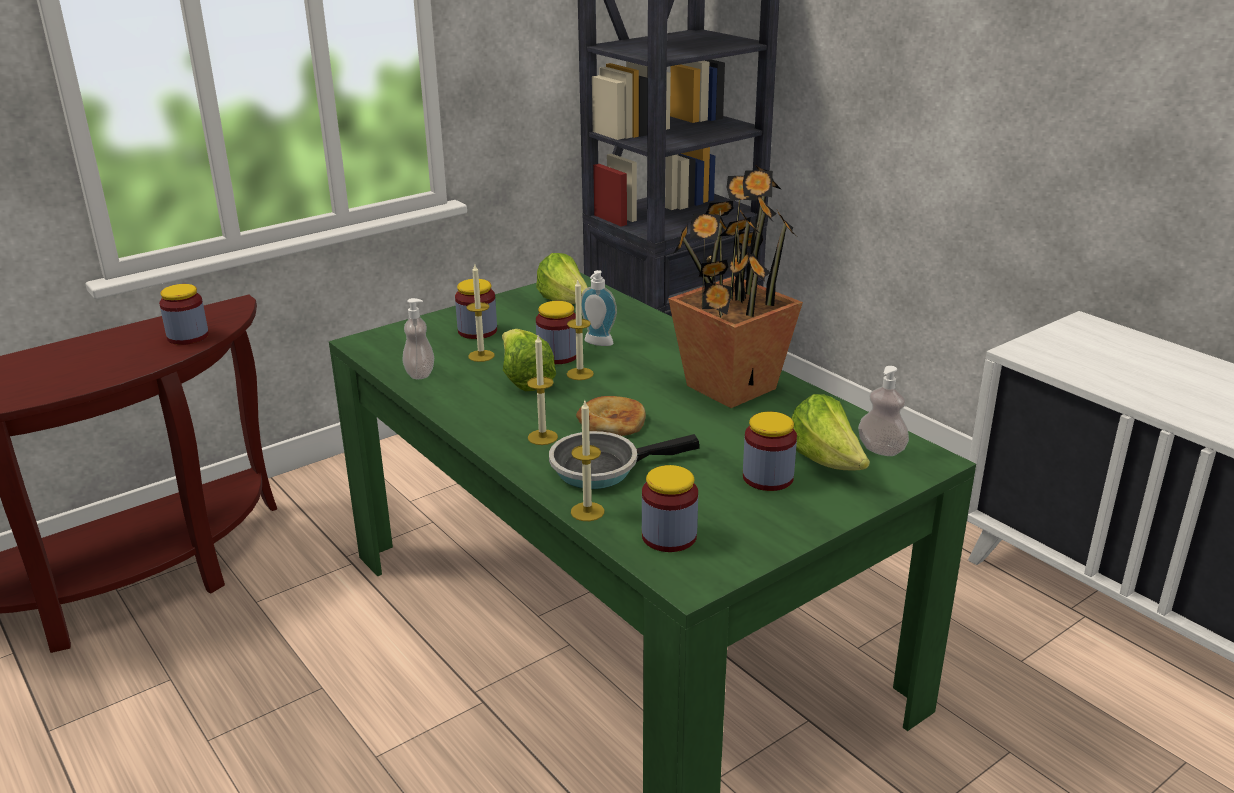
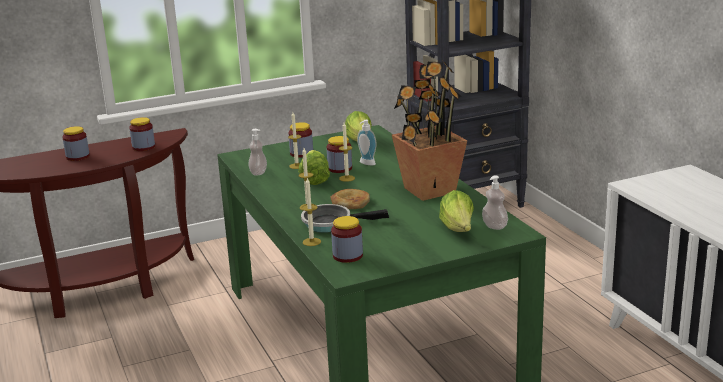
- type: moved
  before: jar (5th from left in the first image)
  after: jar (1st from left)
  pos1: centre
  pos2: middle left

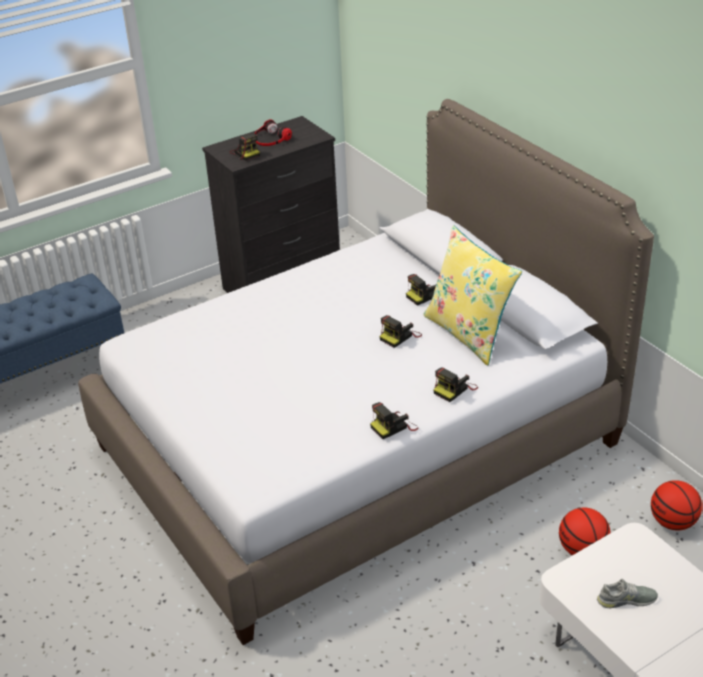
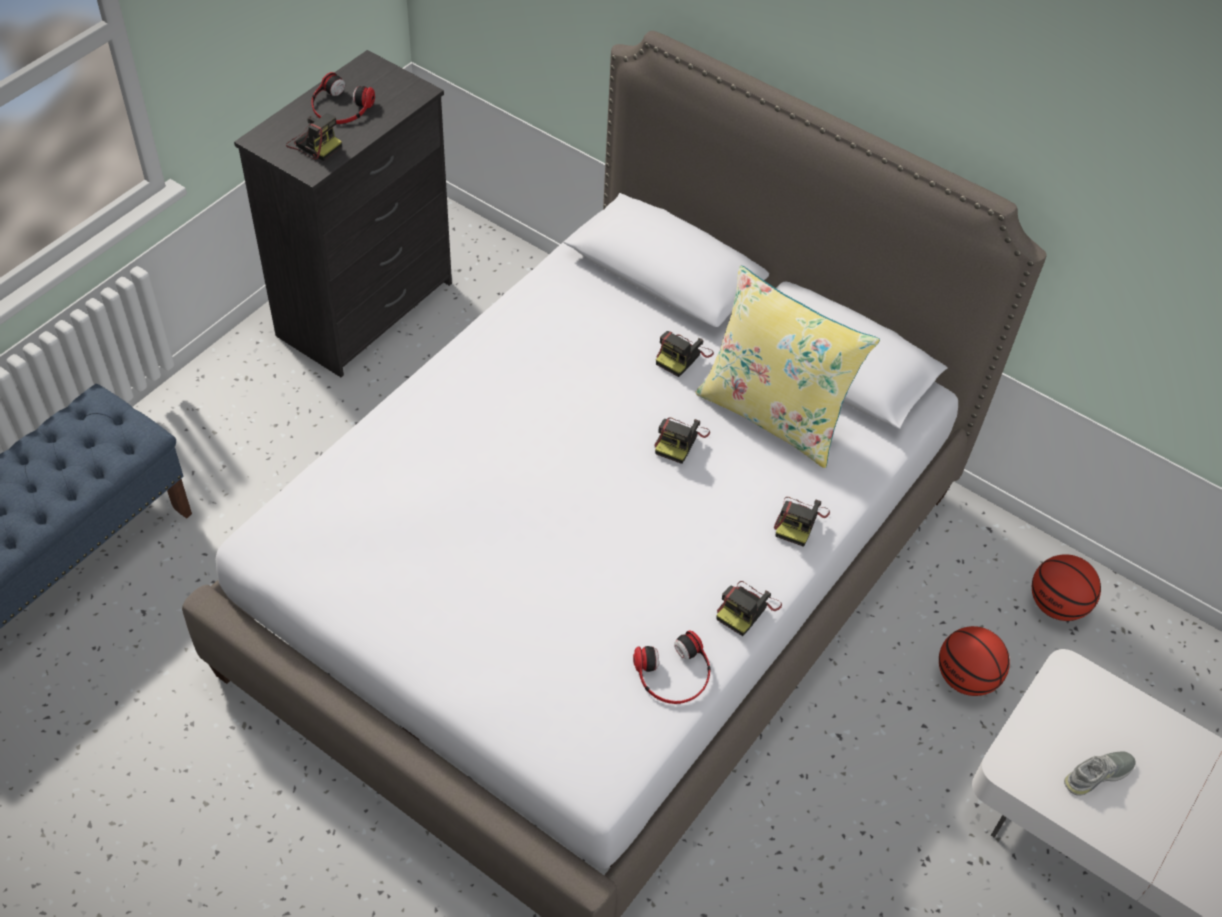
- type: added
  after: pair of headphones (2nd from left)
  pos2: bottom centre

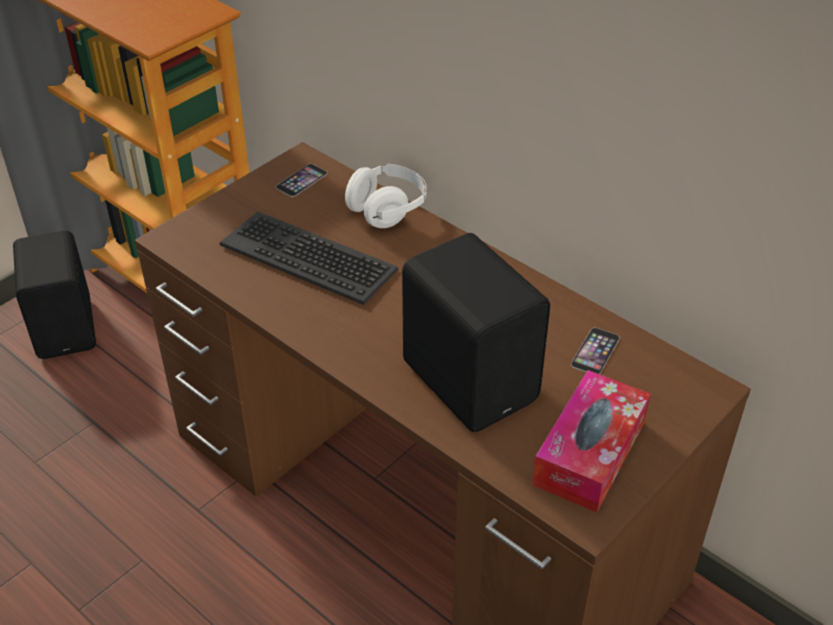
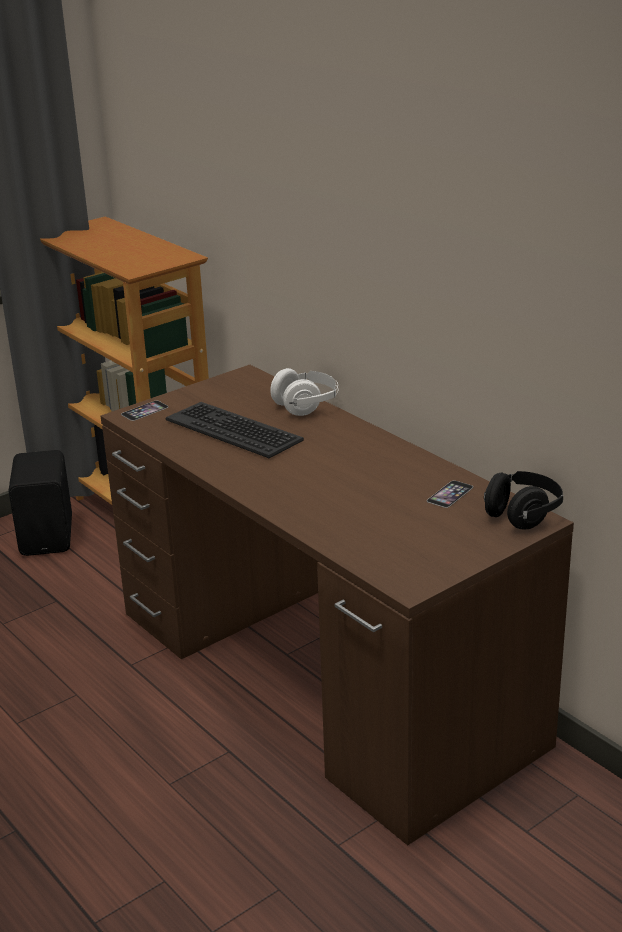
- type: removed
  before: blackish speaker (2nd from left)
  pos1: centre
- type: removed
  before: tissue box
  pos1: bottom right
- type: added
  after: blackish pair of headphones
  pos2: middle right
- type: moved
  before: telephone (1st from left)
  pos1: top centre
  pos2: middle left

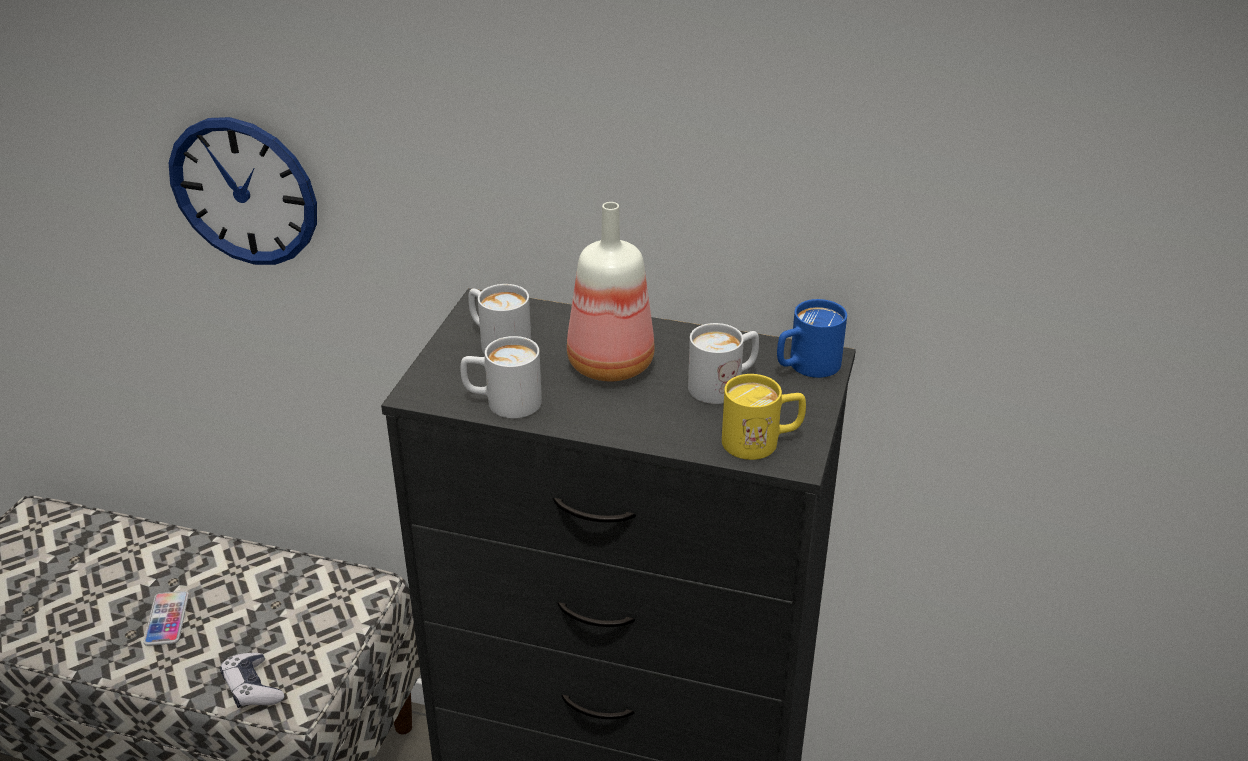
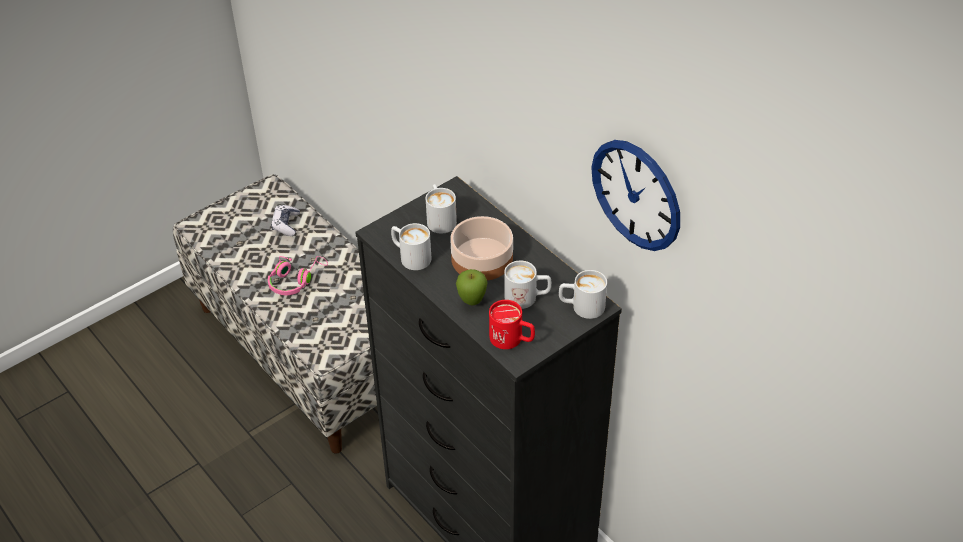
- type: added
  after: apple fruit
  pos2: centre
- type: moved
  before: hanging clock
  pos1: top left
  pos2: centre
- type: moved
  before: joypad
  pos1: bottom left
  pos2: middle left
- type: replaced
  before: telephone
  after: pink pair of headphones
  pos1: bottom left
  pos2: middle left
- type: replaced
  before: beverage bottle
  after: bowl
  pos1: centre
  pos2: centre
- type: recoloured
  before: yellowish coffee mug
  after: reddish coffee mug
  pos1: centre
  pos2: centre
- type: recoloured
  before: blue coffee mug
  after: whitish coffee mug (4th from left)
  pos1: centre
  pos2: centre

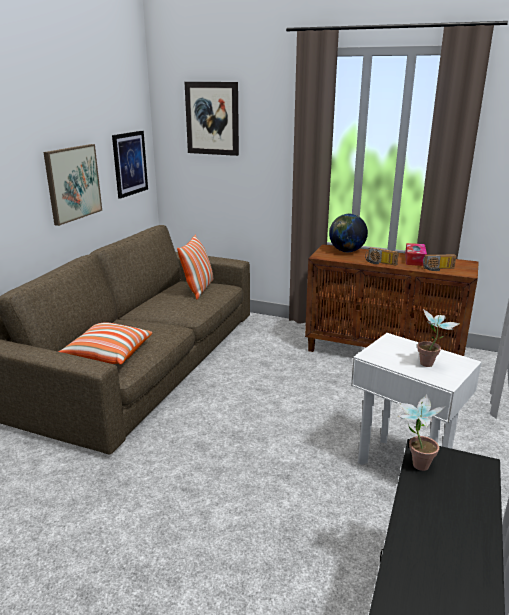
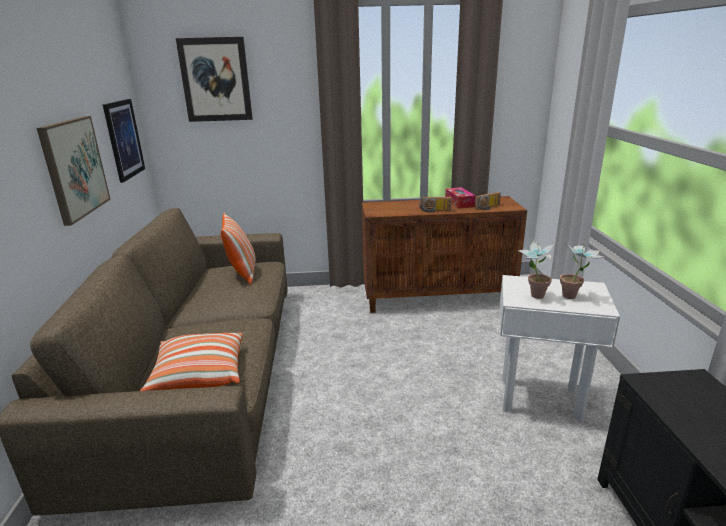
- type: removed
  before: world globe
  pos1: middle right
- type: moved
  before: potted plant (1st from left)
  pos1: bottom right
  pos2: middle right

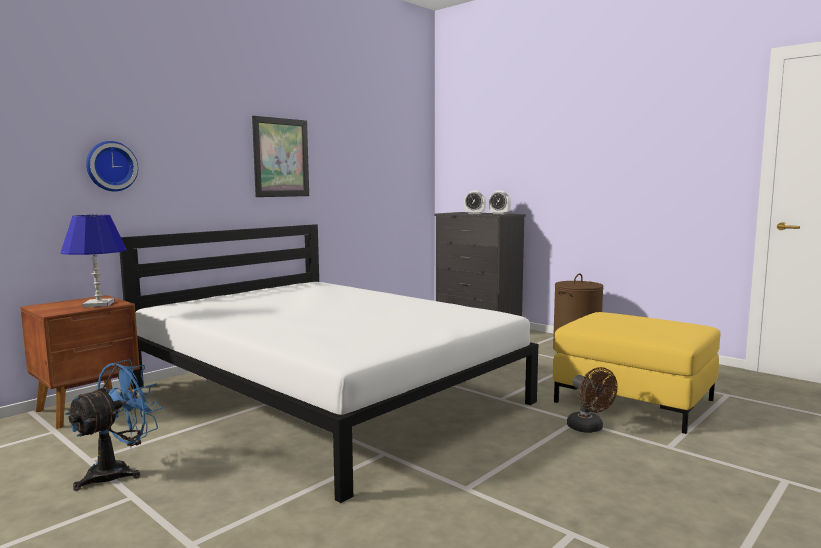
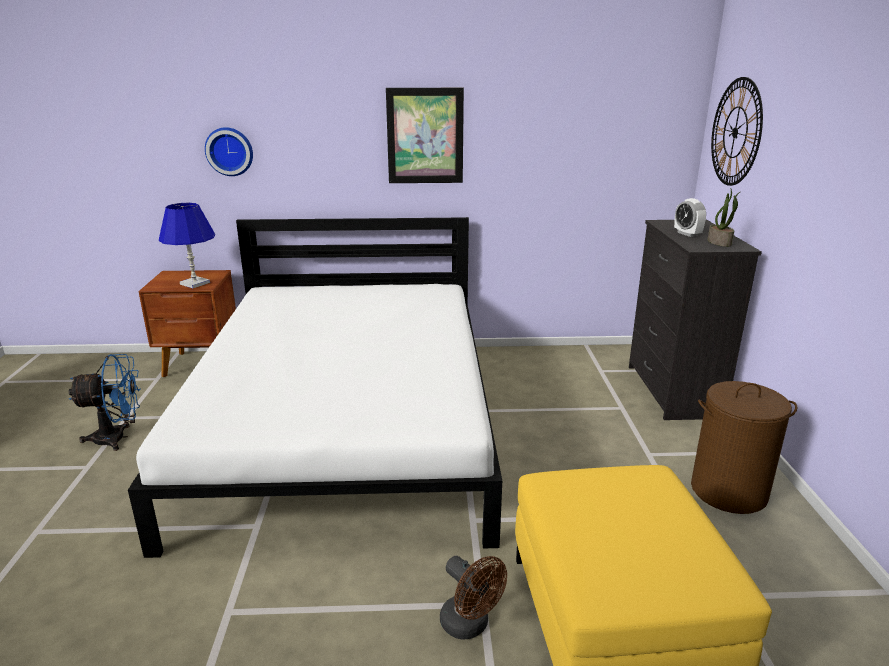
- type: added
  after: hanging clock (2nd from left)
  pos2: top right
- type: replaced
  before: alarm clock (2nd from left)
  after: potted plant
  pos1: centre
  pos2: top right
- type: turned
  before: brown cooling fan
  pos1: bottom right
  pos2: bottom centre
  turn: -60

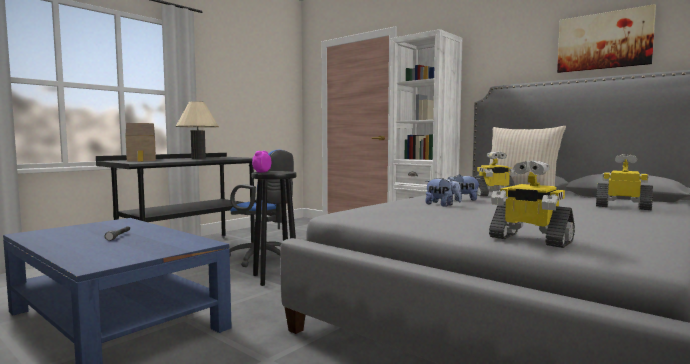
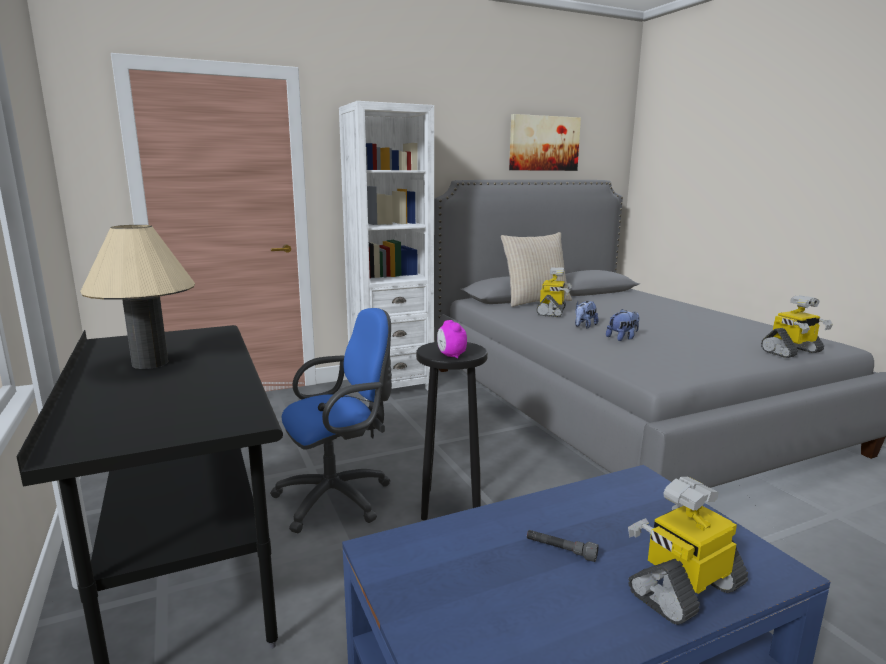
- type: removed
  before: miniature house
  pos1: middle left
- type: moved
  before: robot figure (3rd from left in the first image)
  after: robot figure (2nd from left)
  pos1: middle right
  pos2: bottom right

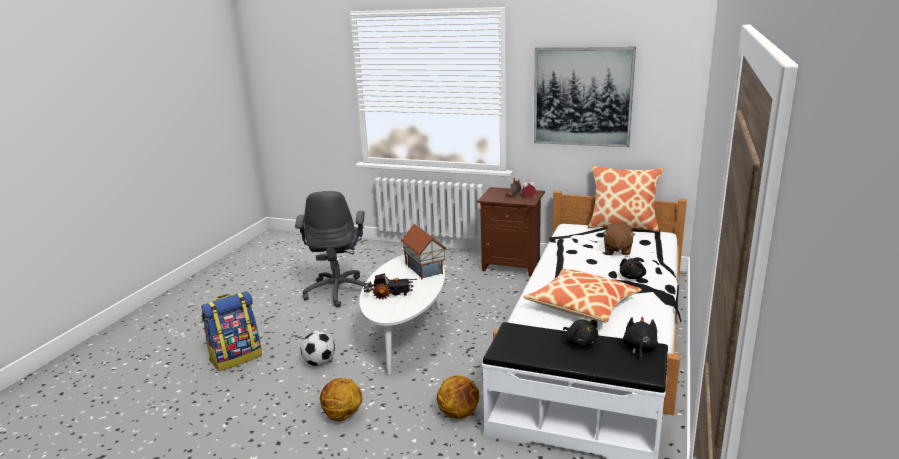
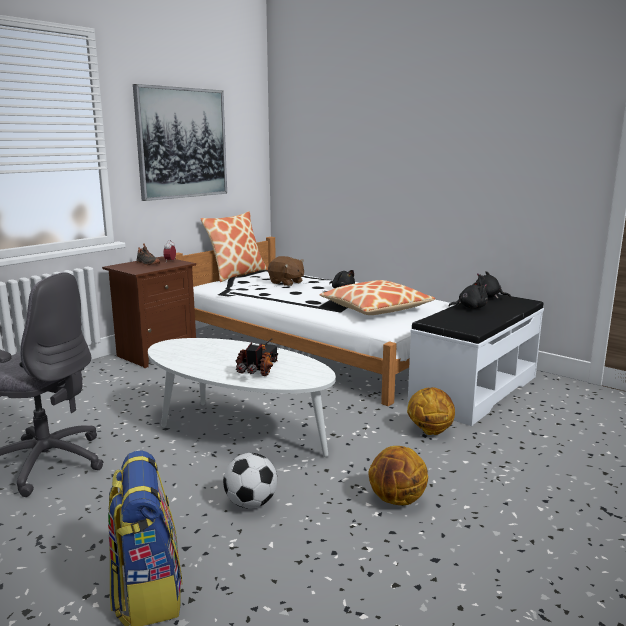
- type: removed
  before: miniature house
  pos1: centre

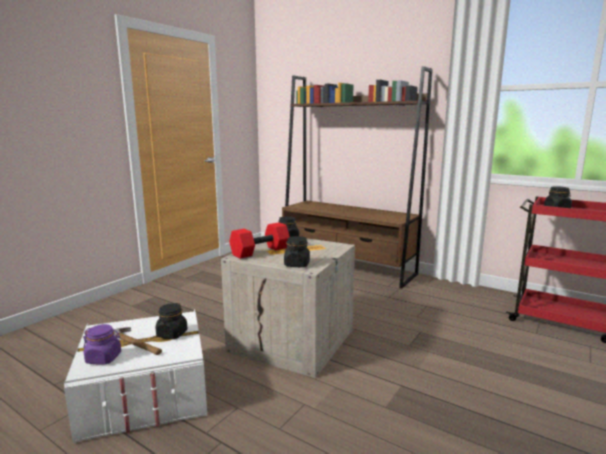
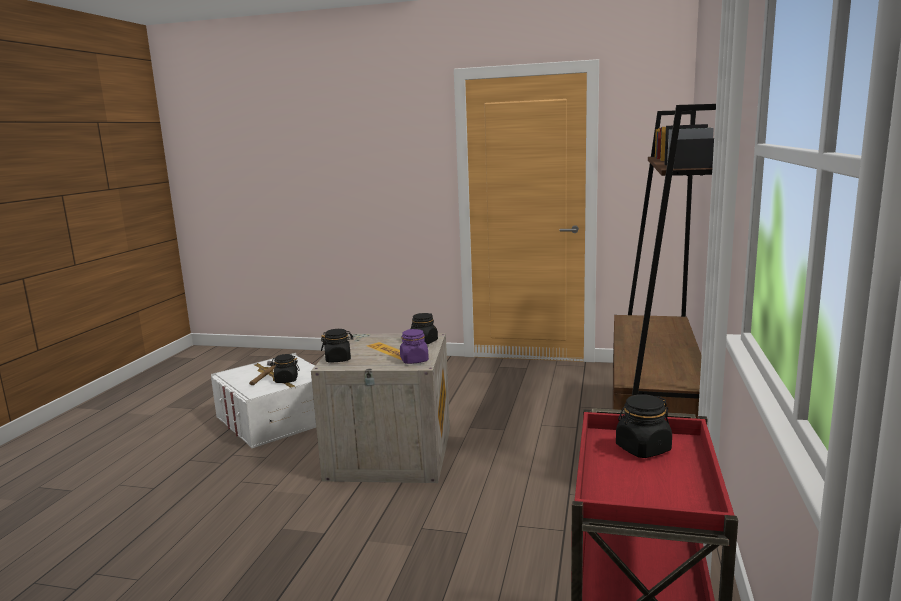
- type: removed
  before: reddish dumbbell
  pos1: centre
- type: moved
  before: purple-coloured jar
  pos1: bottom left
  pos2: centre

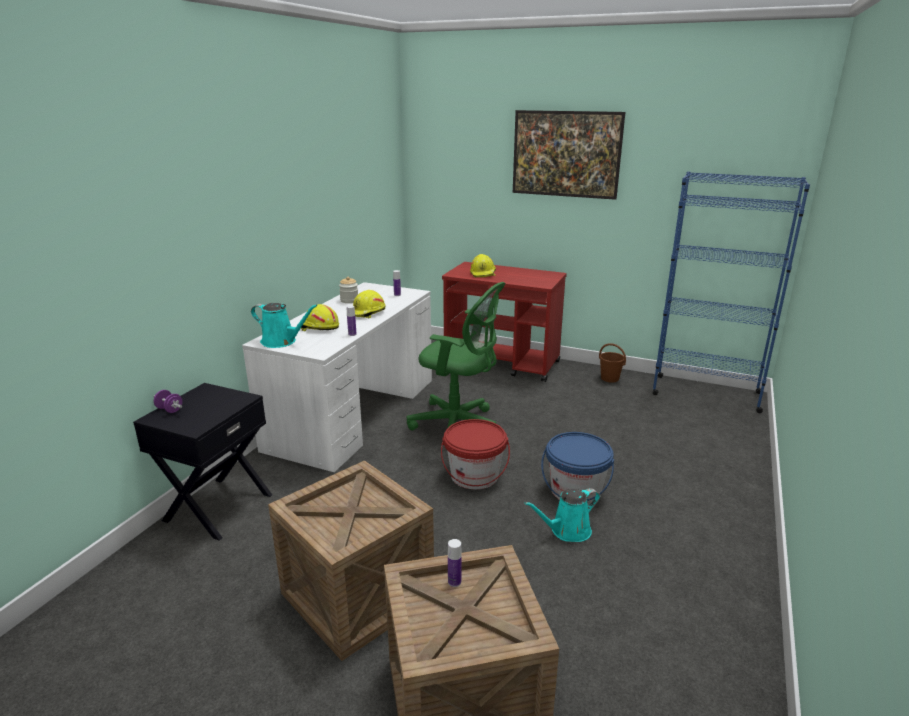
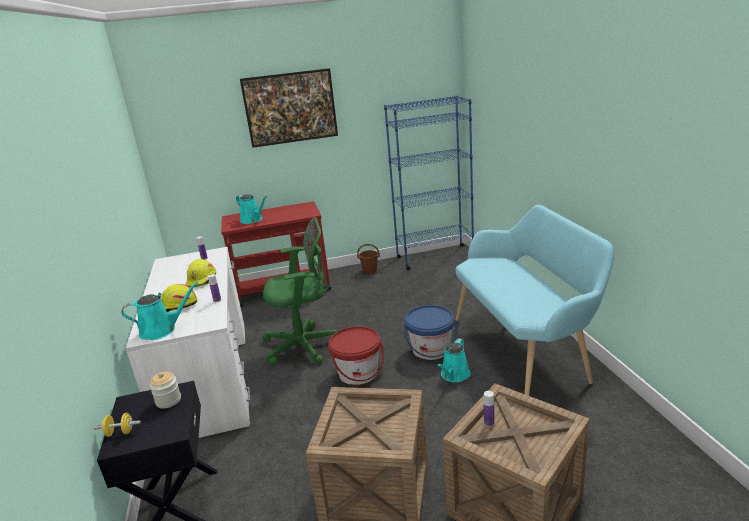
- type: added
  after: turquoise long seat
  pos2: middle right
- type: moved
  before: jar
  pos1: centre
  pos2: bottom left
- type: replaced
  before: yellowish hard hat (3rd from left)
  after: turquoise watering can (2nd from left)
  pos1: centre
  pos2: centre
- type: recoloured
  before: purple-coloured dumbbell
  after: yellowish dumbbell
  pos1: middle left
  pos2: bottom left

